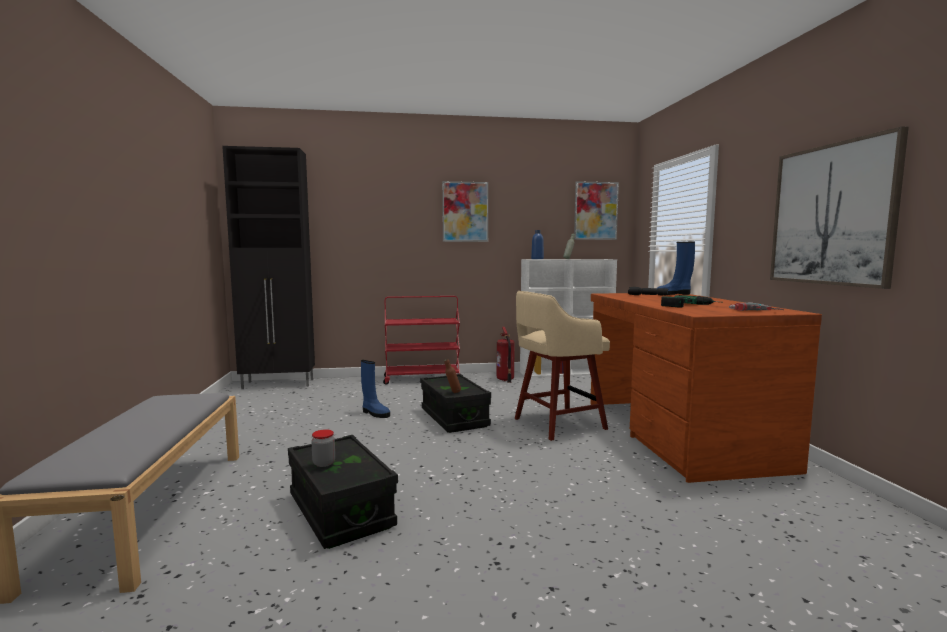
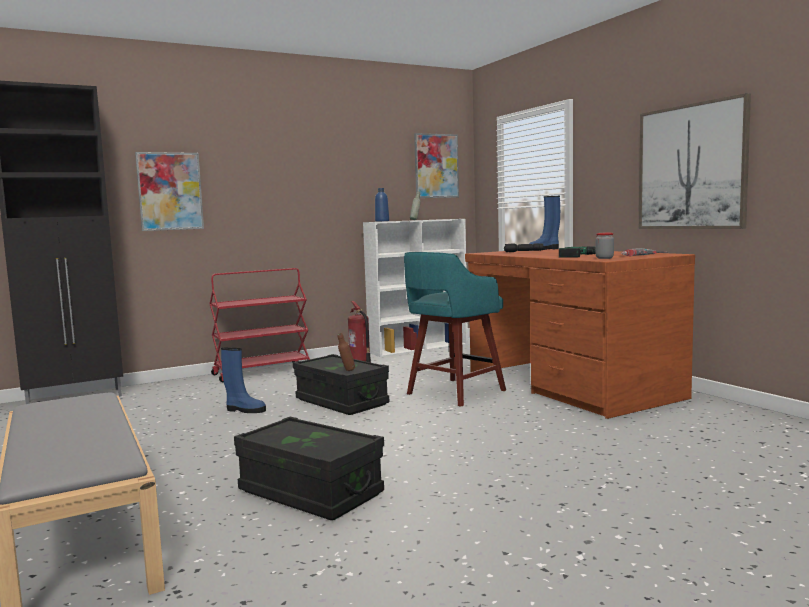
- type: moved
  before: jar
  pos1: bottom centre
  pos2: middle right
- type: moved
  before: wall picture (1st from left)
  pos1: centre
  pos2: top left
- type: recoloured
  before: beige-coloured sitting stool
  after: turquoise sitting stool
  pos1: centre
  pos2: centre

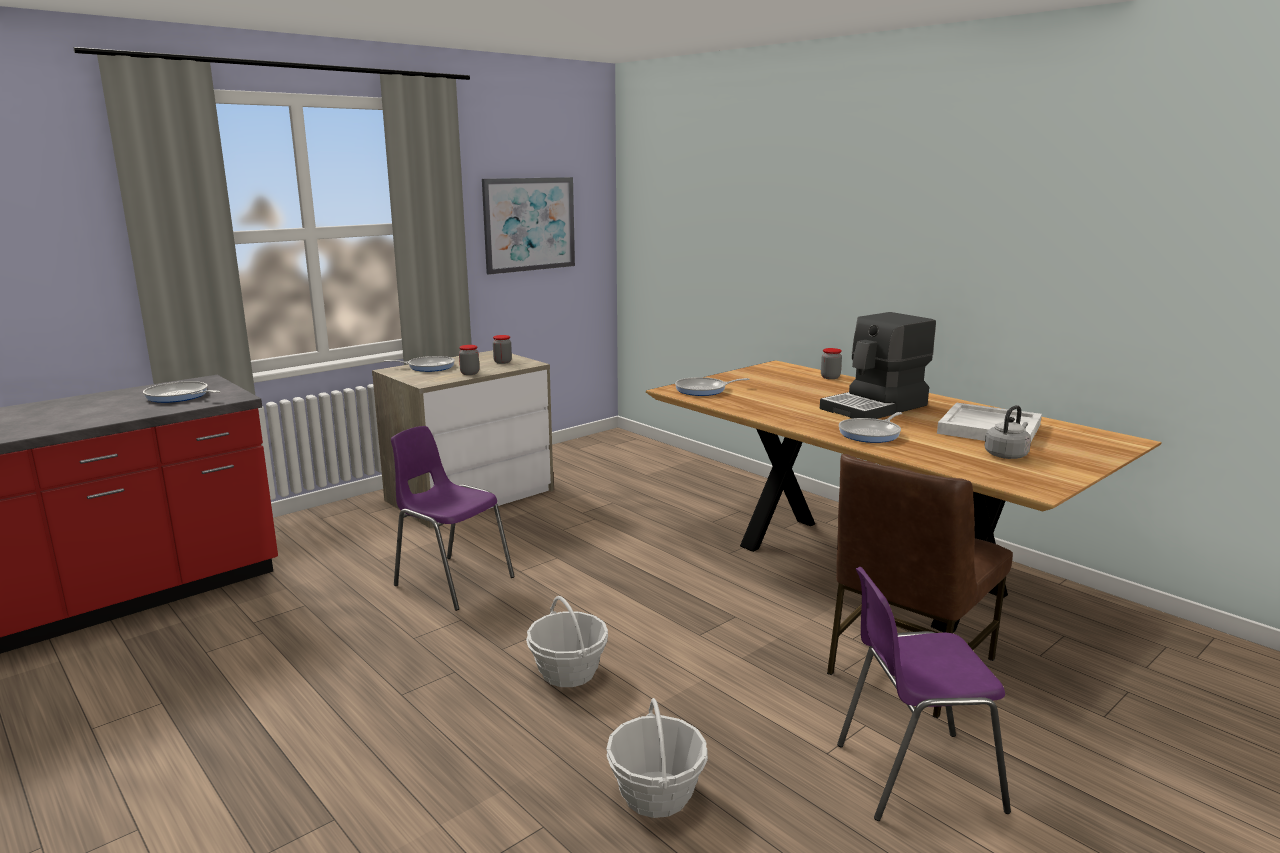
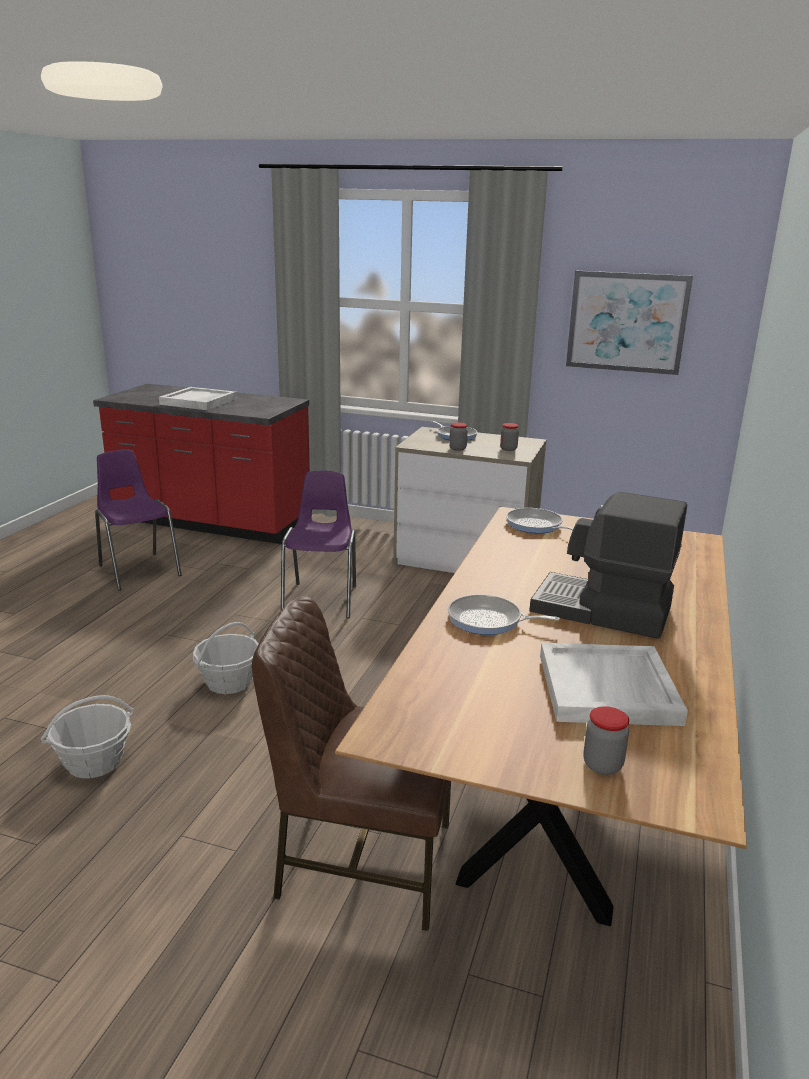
- type: removed
  before: skillet (1st from left)
  pos1: middle left
- type: removed
  before: gray tea kettle
  pos1: middle right
- type: added
  after: whitish tray (1st from left)
  pos2: middle left
- type: moved
  before: jar (3rd from left)
  pos1: centre
  pos2: bottom right
- type: moved
  before: purple-coloured upright chair (2nd from left in the first image)
  after: purple-coloured upright chair (1st from left)
  pos1: bottom right
  pos2: middle left

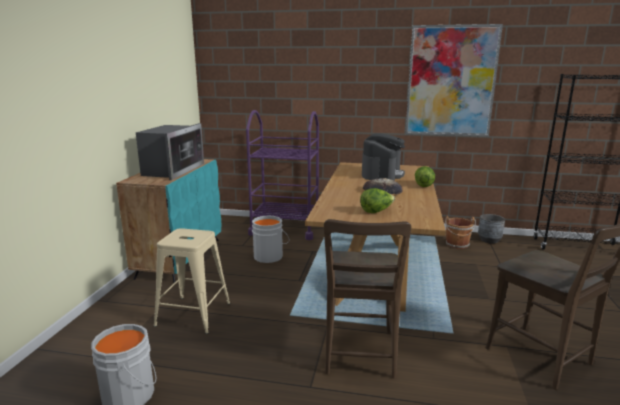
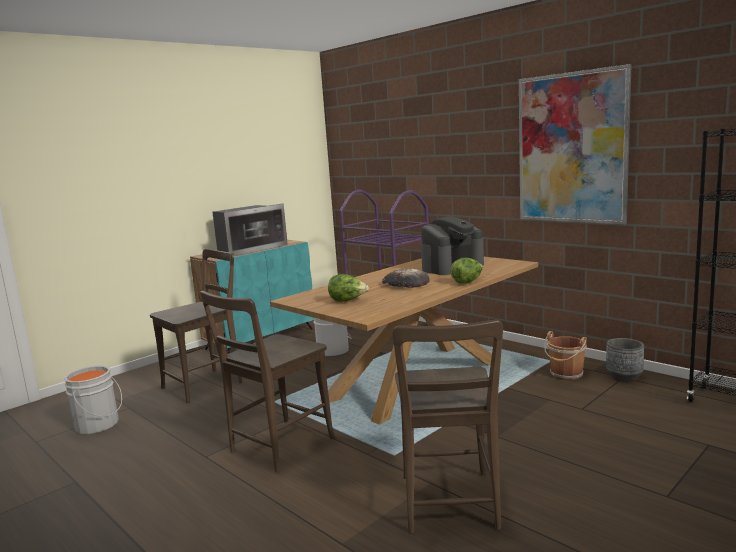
- type: replaced
  before: beige-coloured sitting stool
  after: brown upright chair (1st from left)
  pos1: bottom left
  pos2: middle left

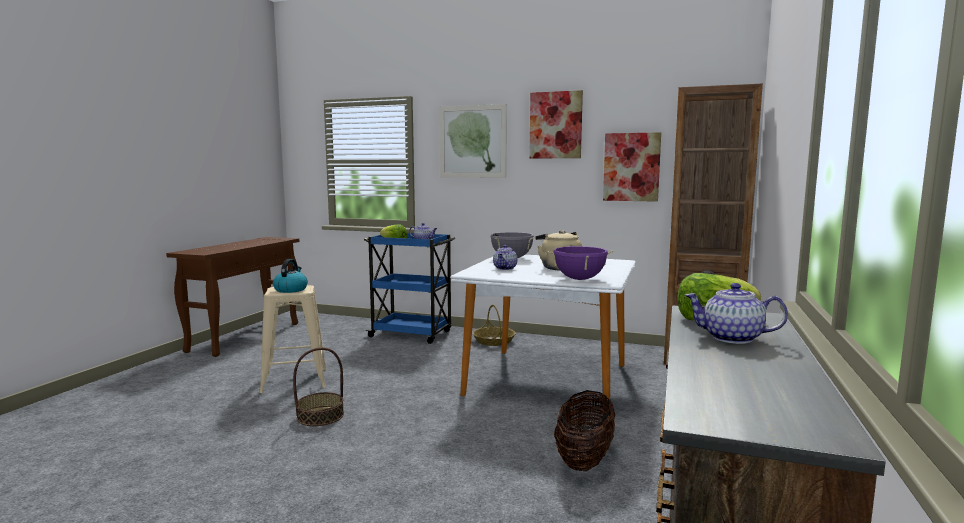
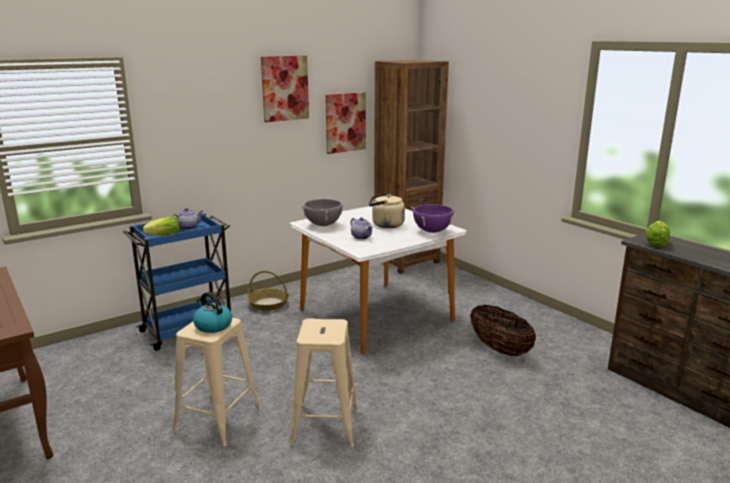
- type: removed
  before: wall picture (1st from left)
  pos1: top centre
- type: removed
  before: pot for tea (3rd from left)
  pos1: middle right
- type: replaced
  before: storage basket (1st from left)
  after: beige-coloured sitting stool (2nd from left)
  pos1: bottom left
  pos2: bottom centre

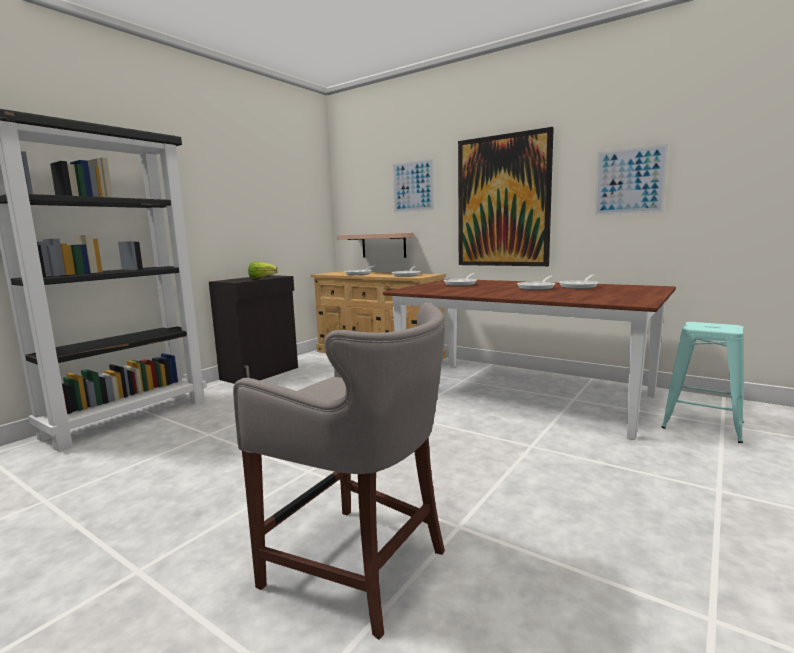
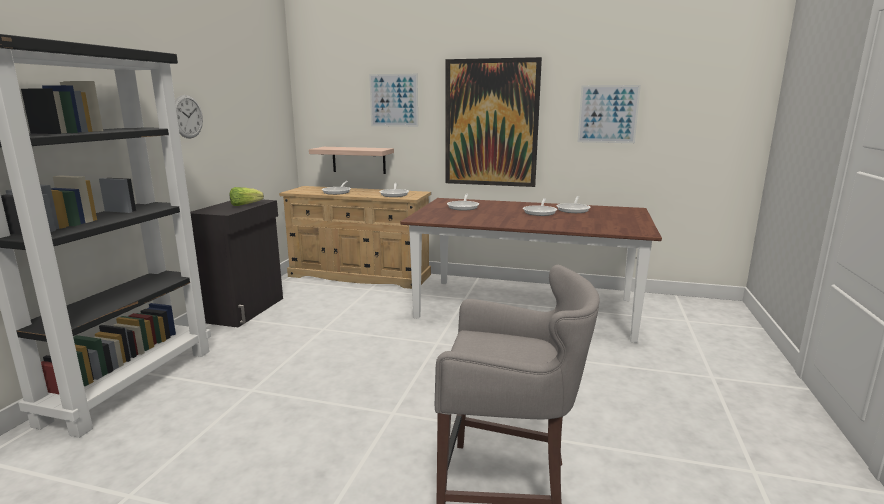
- type: removed
  before: turquoise sitting stool
  pos1: middle right
- type: added
  after: hanging clock
  pos2: top left

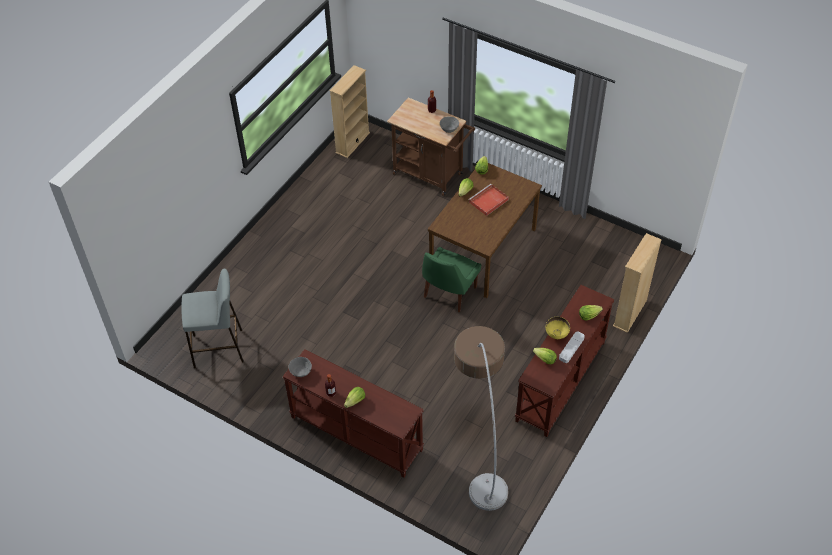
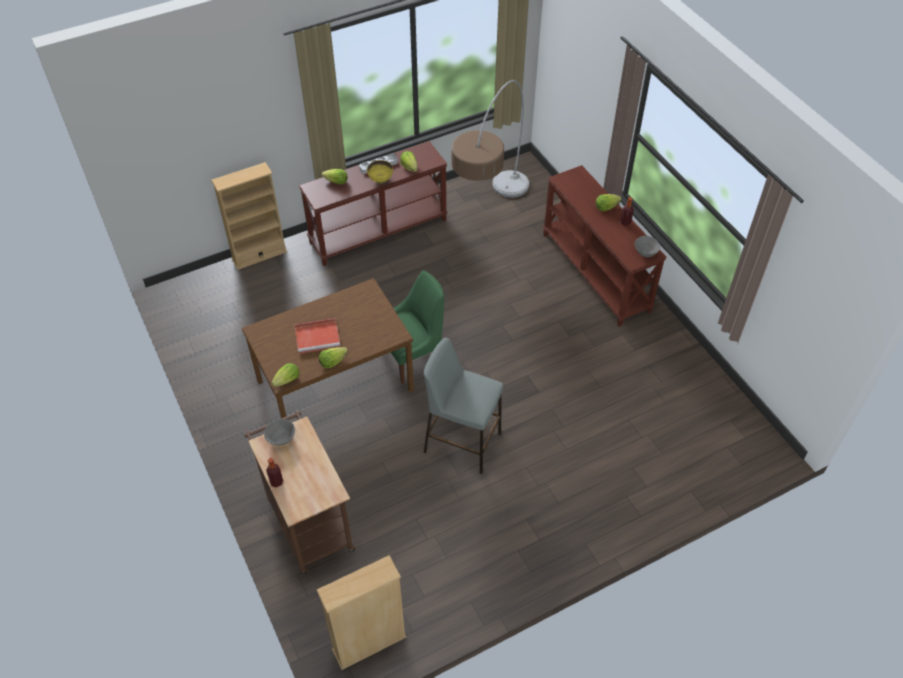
- type: moved
  before: gray sitting stool
  pos1: middle left
  pos2: centre

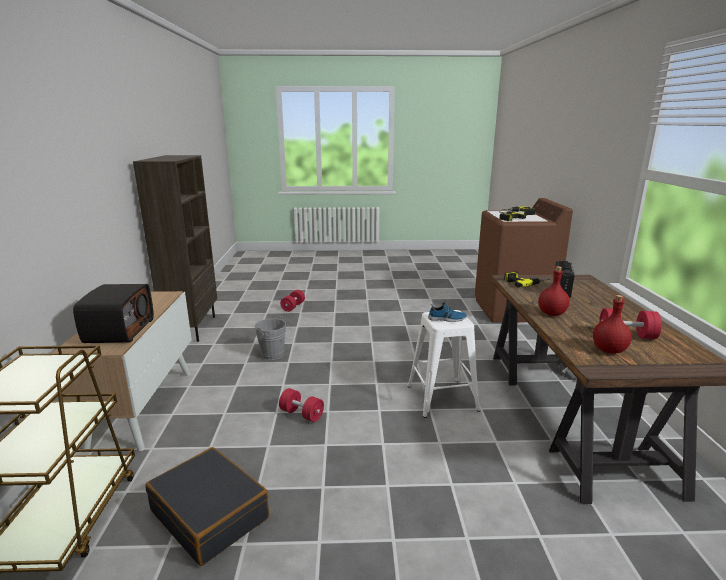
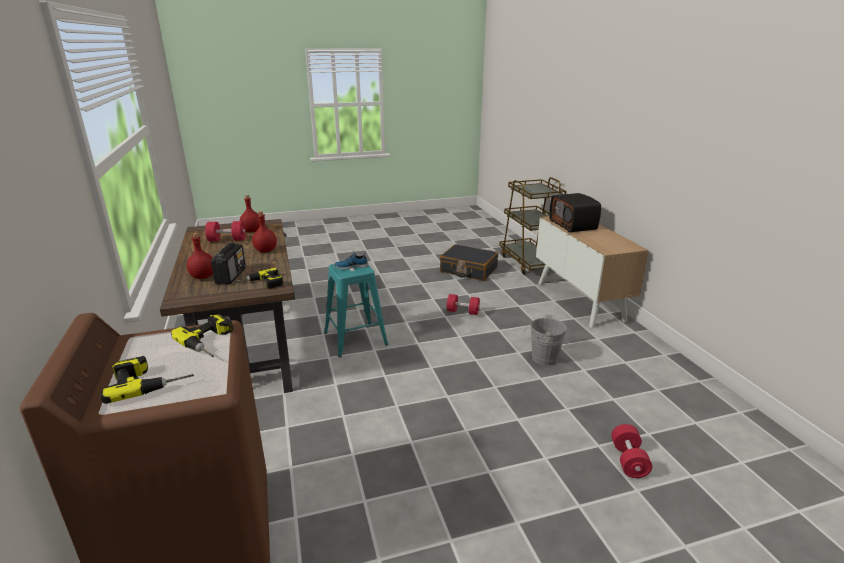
- type: removed
  before: brown shelving unit
  pos1: middle left
- type: added
  after: reddish beverage bottle (1st from left)
  pos2: middle left
- type: recoloured
  before: whitish sitting stool
  after: turquoise sitting stool
  pos1: centre
  pos2: centre

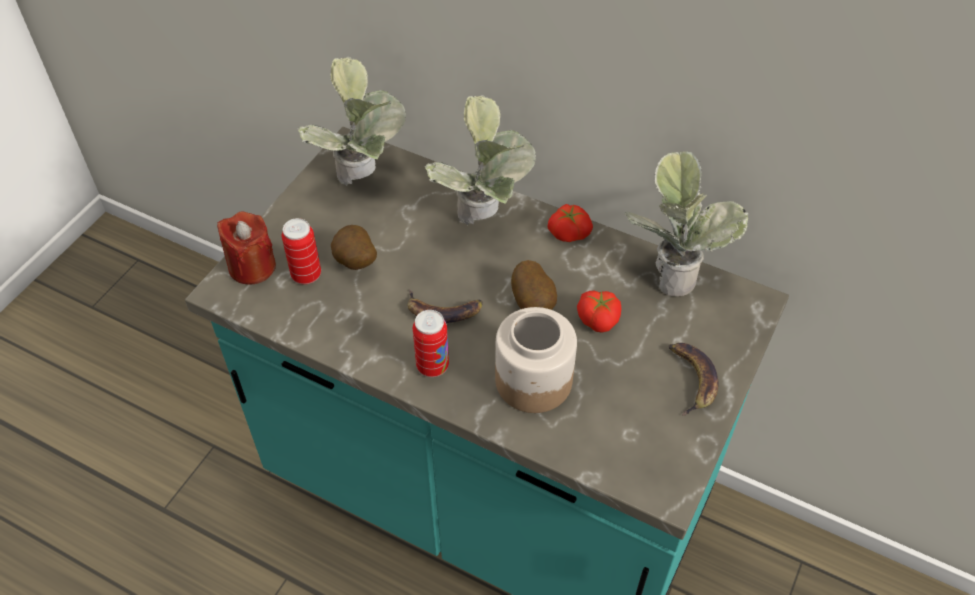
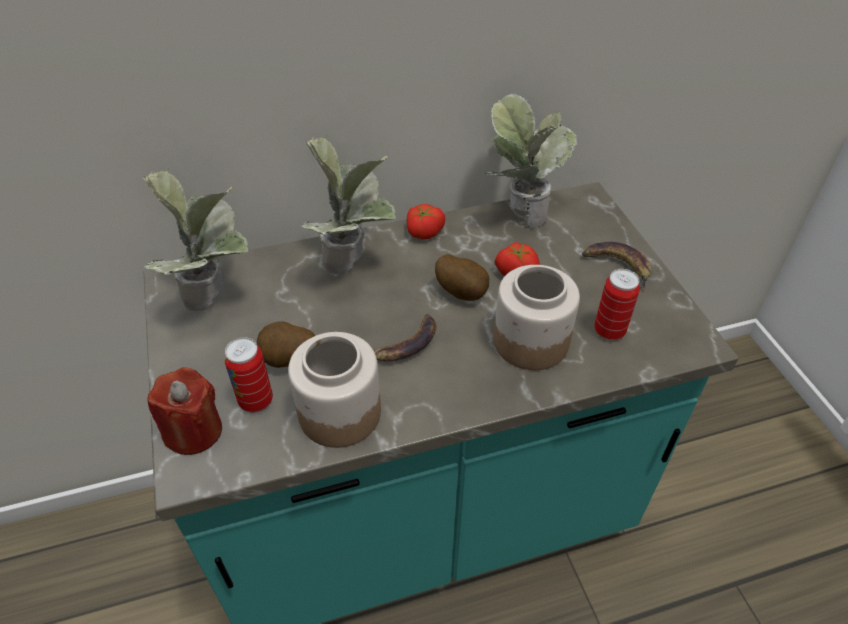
- type: added
  after: jar (1st from left)
  pos2: centre
- type: moved
  before: metal can (2nd from left)
  pos1: centre
  pos2: middle right

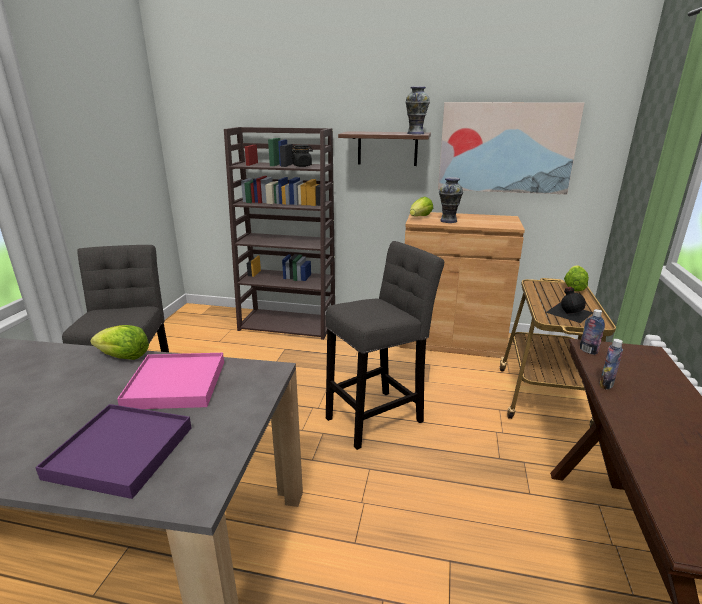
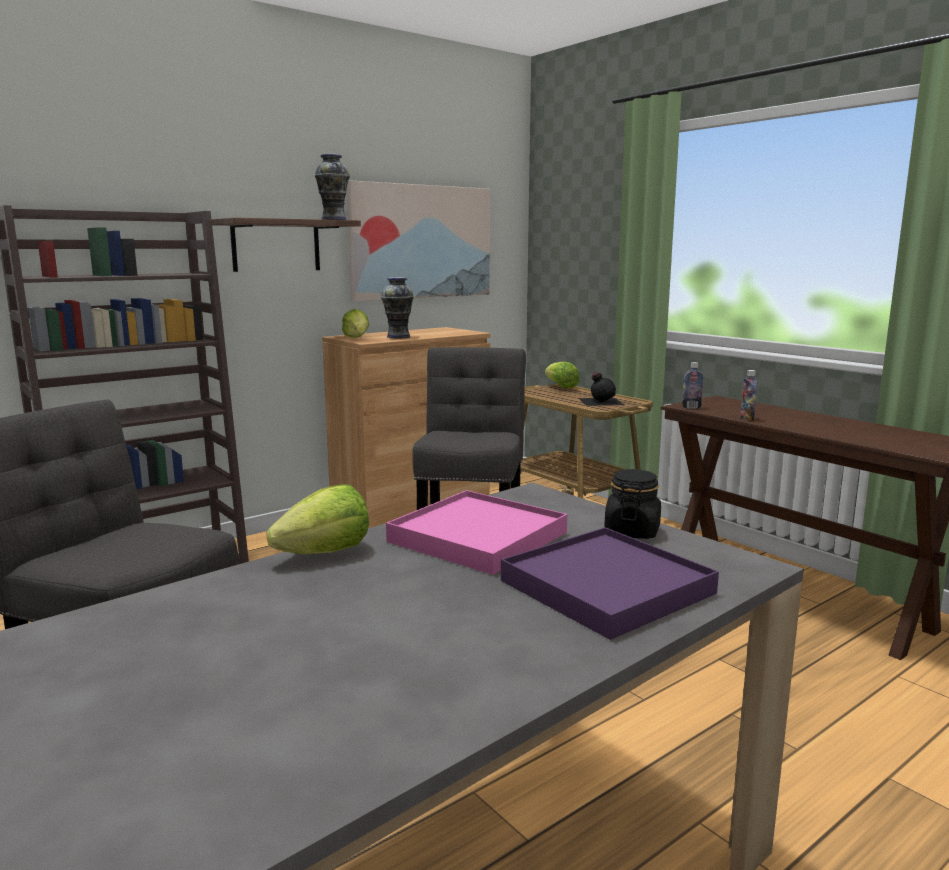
- type: moved
  before: blackish jar
  pos1: top centre
  pos2: centre

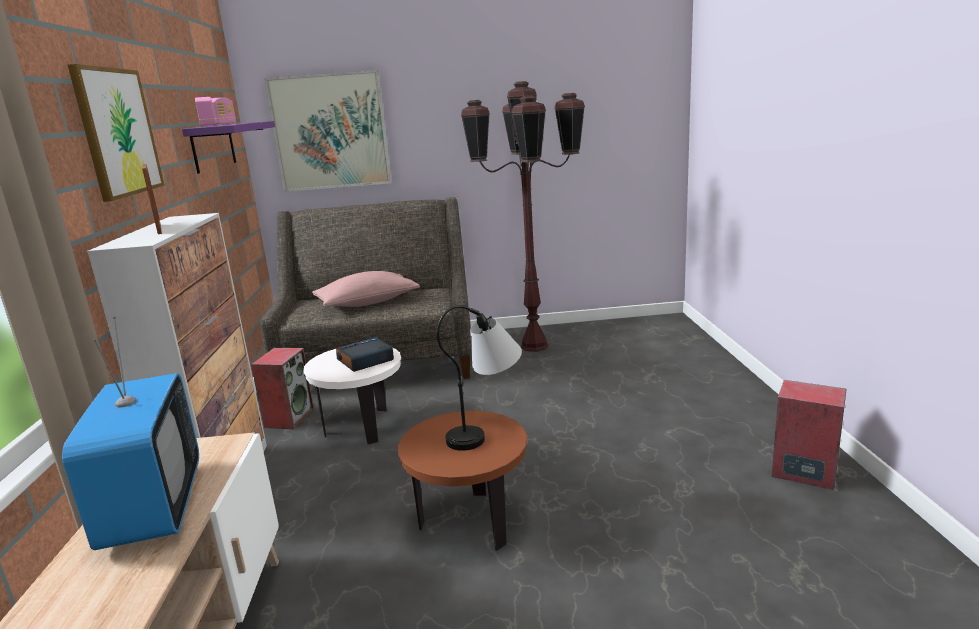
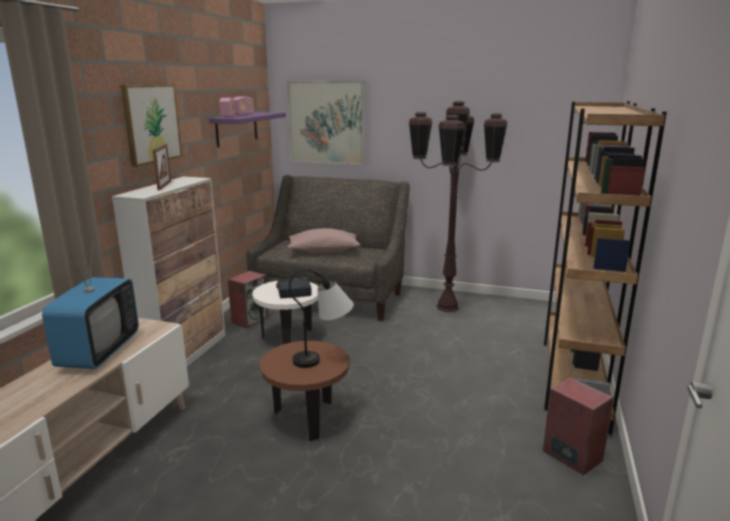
- type: added
  after: brown shelving unit
  pos2: middle right

